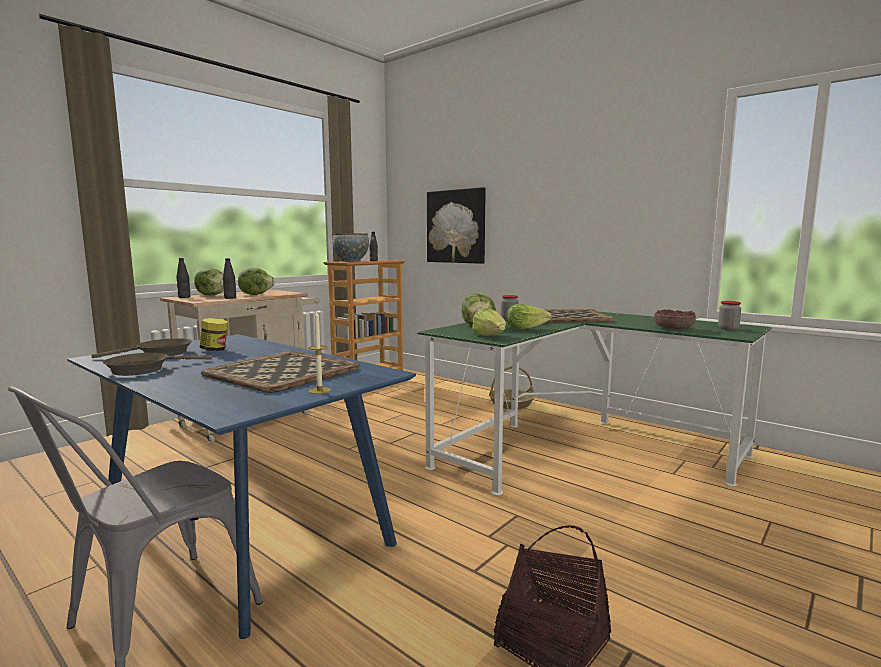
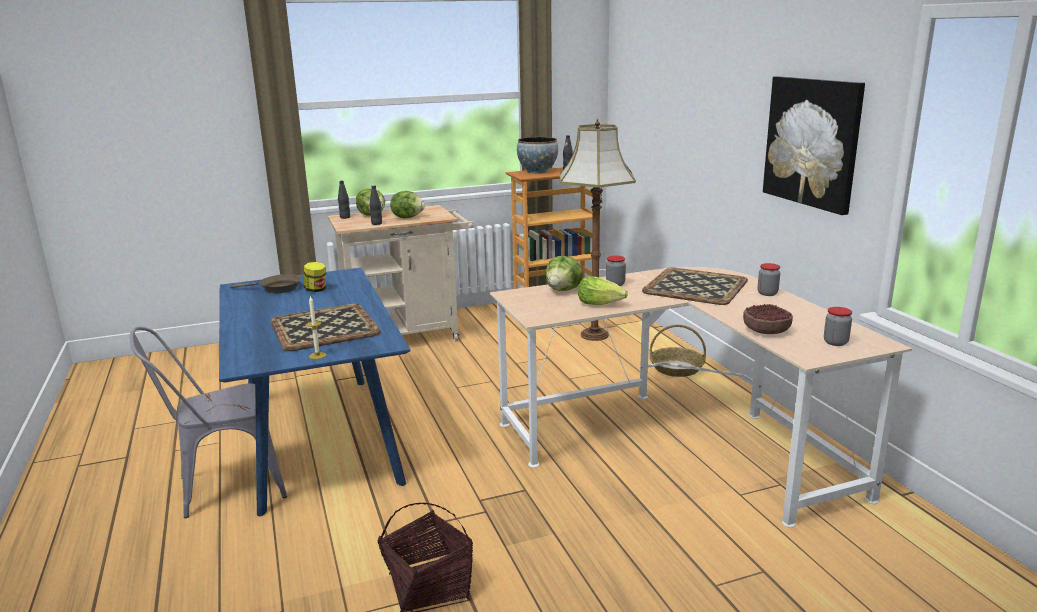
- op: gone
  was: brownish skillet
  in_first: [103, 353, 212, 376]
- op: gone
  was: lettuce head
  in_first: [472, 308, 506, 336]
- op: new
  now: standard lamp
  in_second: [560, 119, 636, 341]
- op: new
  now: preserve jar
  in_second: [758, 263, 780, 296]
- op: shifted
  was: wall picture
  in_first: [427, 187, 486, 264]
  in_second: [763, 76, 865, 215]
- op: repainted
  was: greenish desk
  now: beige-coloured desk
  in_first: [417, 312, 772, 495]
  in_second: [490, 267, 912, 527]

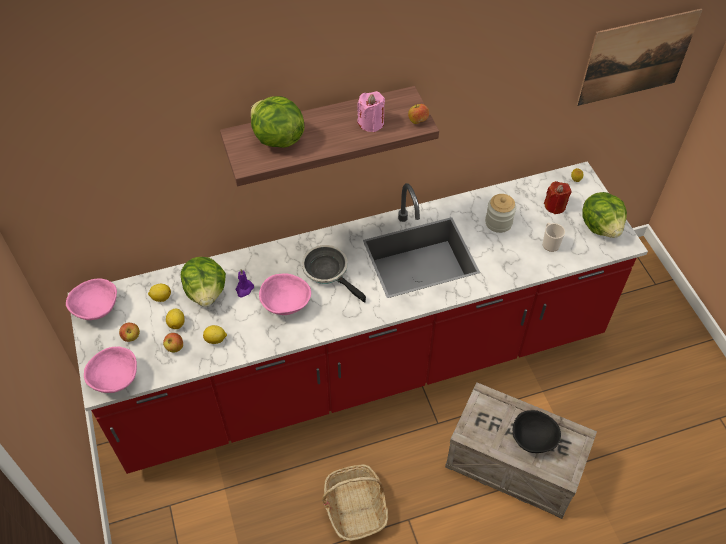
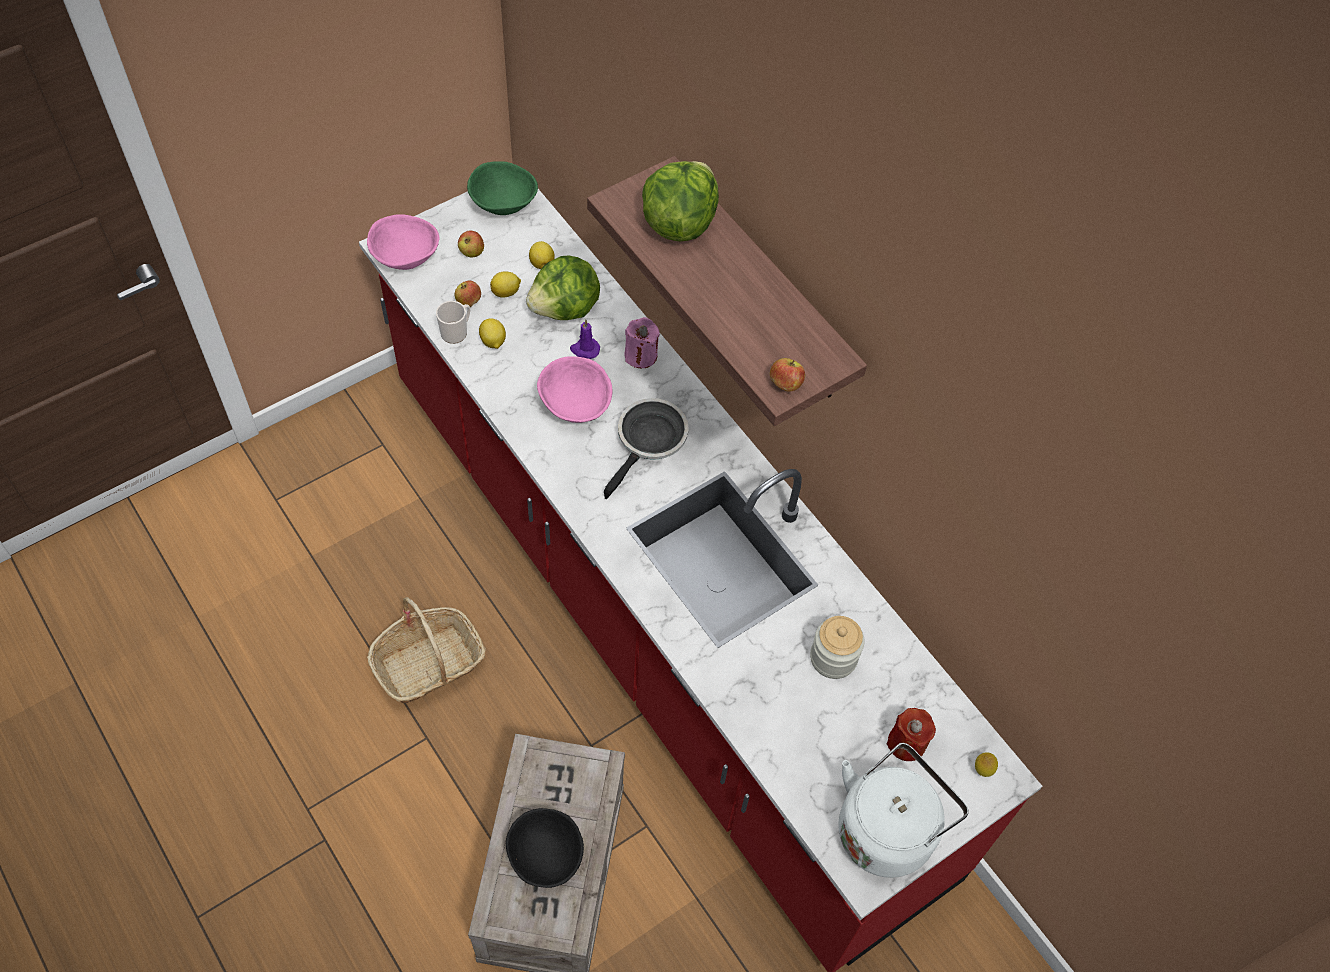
- op: gone
  was: wall picture
  in_first: [576, 9, 702, 106]
- op: shifted
  was: pink-coloured wax light
  in_first: [357, 91, 385, 132]
  in_second: [624, 317, 660, 368]
- op: shifted
  was: mug
  in_first: [542, 223, 565, 252]
  in_second: [436, 301, 470, 344]
- op: swapped
  was: lettuce head
  now: white-coloured kettle
  in_first: [582, 192, 627, 238]
  in_second: [838, 743, 969, 878]
- op: repainted
  was: pink-coloured deep dish
  now: greenish deep dish
  in_first: [66, 278, 117, 320]
  in_second: [467, 161, 538, 215]

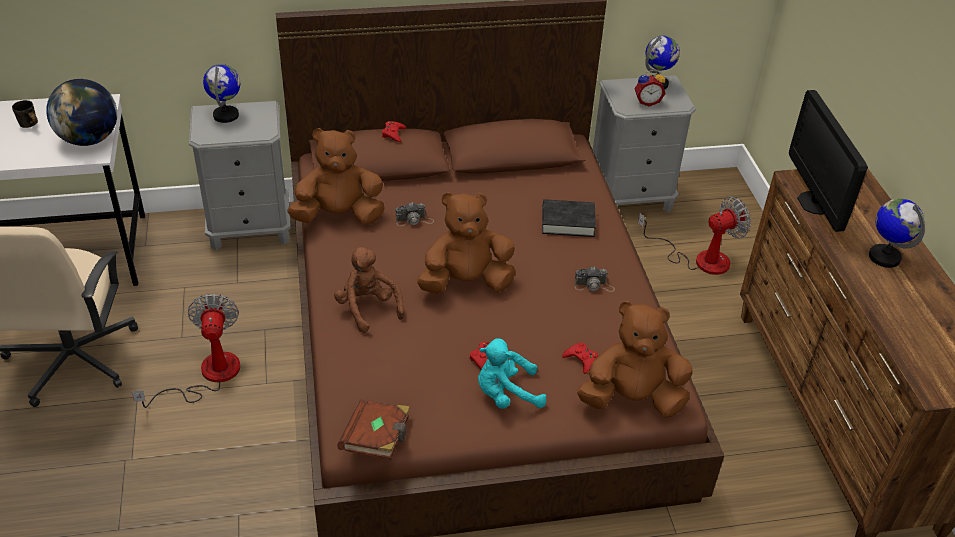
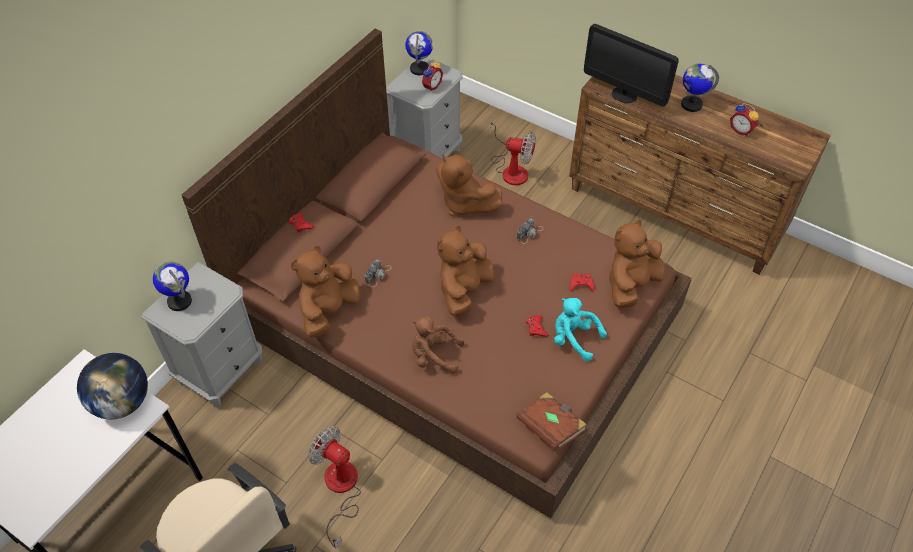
- op: gone
  was: grey mug
  in_first: [12, 100, 38, 128]
- op: new
  now: alarm clock
  in_second: [730, 103, 759, 135]
- op: swapped
  was: blackish book
  now: brownish plush toy
  in_first: [542, 199, 596, 237]
  in_second: [436, 154, 502, 216]
- op: rotated
  was: blue-green plush toy
  in_first: [478, 338, 546, 409]
  in_second: [554, 298, 607, 361]
  clockwise: 90
- op: rotated
  was: fan
  in_first: [638, 197, 751, 275]
  in_second: [490, 117, 536, 185]
  clockwise: 90

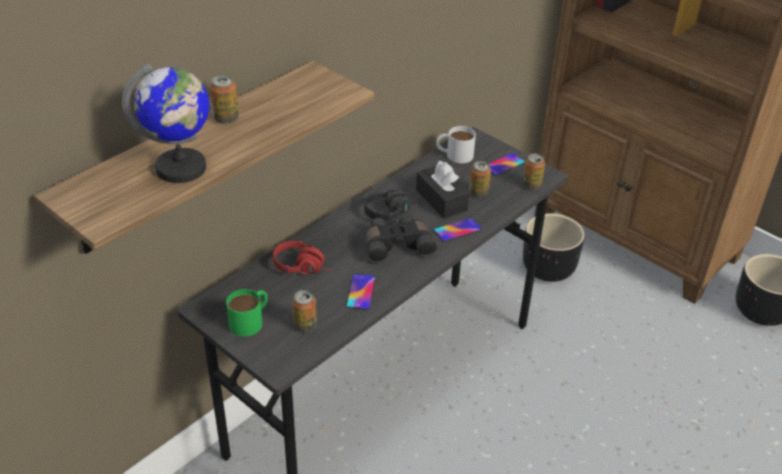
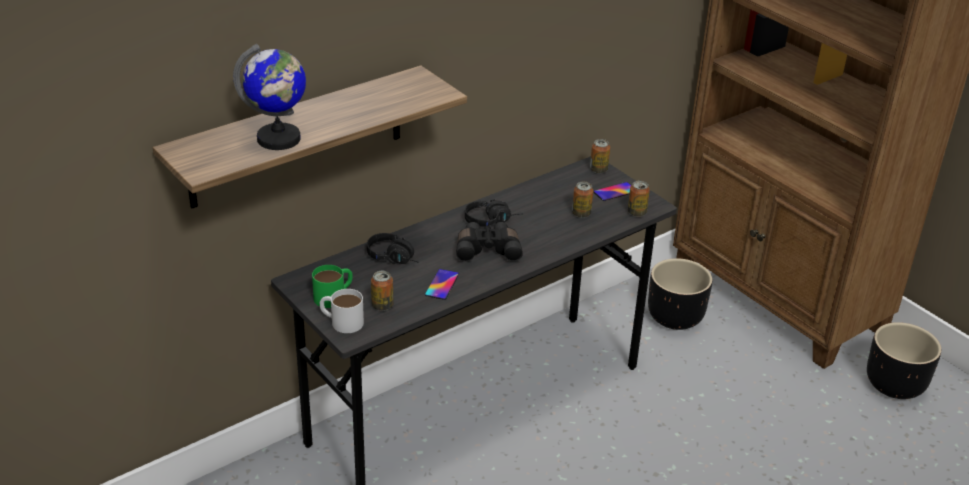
- op: gone
  was: blackish tissue box
  in_first: [416, 161, 469, 219]
- op: gone
  was: phone
  in_first: [434, 218, 482, 242]
- op: shifted
  was: can
  in_first: [210, 75, 239, 124]
  in_second: [590, 139, 610, 174]
- op: shifted
  was: white-coloured mug
  in_first: [436, 126, 476, 163]
  in_second: [320, 289, 364, 333]
- op: repainted
  was: red headset
  now: blackish headset
  in_first: [273, 241, 333, 274]
  in_second: [367, 233, 419, 264]

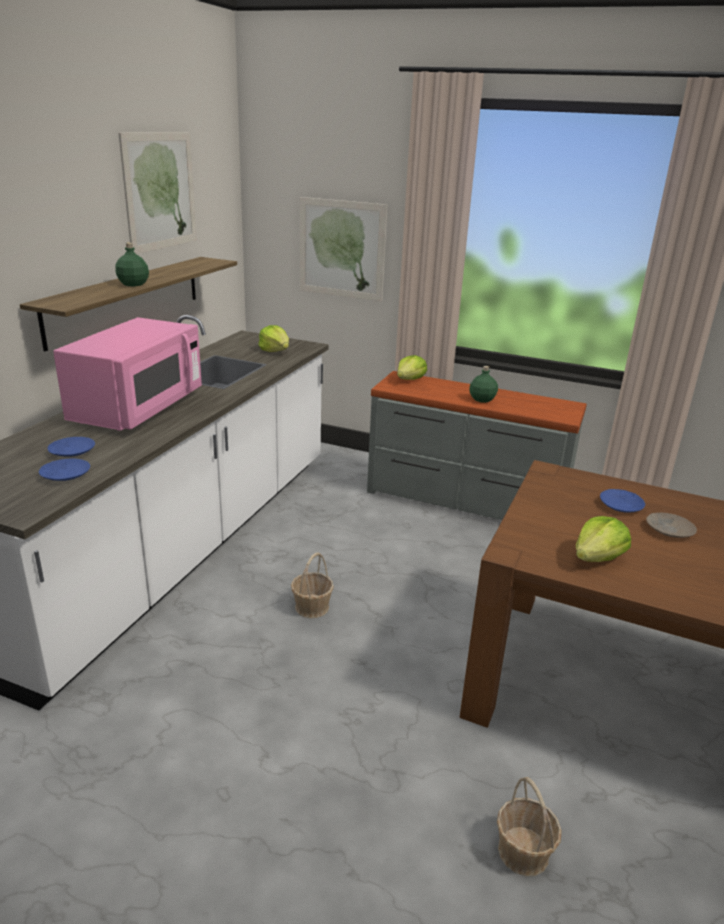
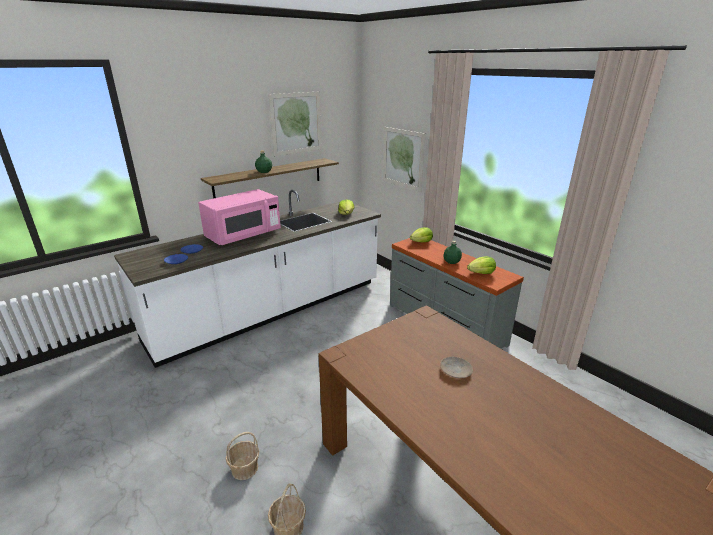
- op: gone
  was: bluish flat dish
  in_first: [600, 489, 645, 513]
- op: shifted
  was: storage basket
  in_first: [291, 552, 334, 618]
  in_second: [226, 432, 259, 480]
- op: shifted
  was: lettuce head
  in_first: [576, 516, 631, 562]
  in_second: [467, 256, 496, 274]

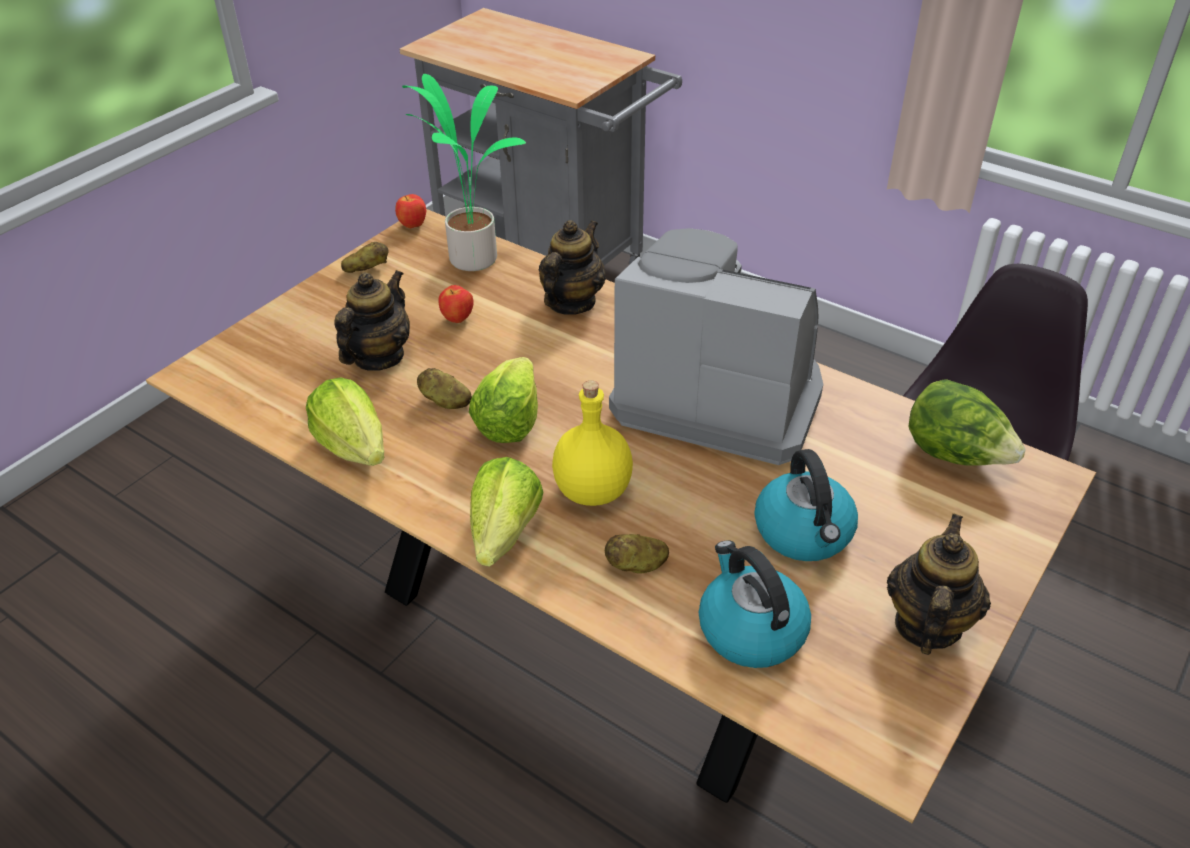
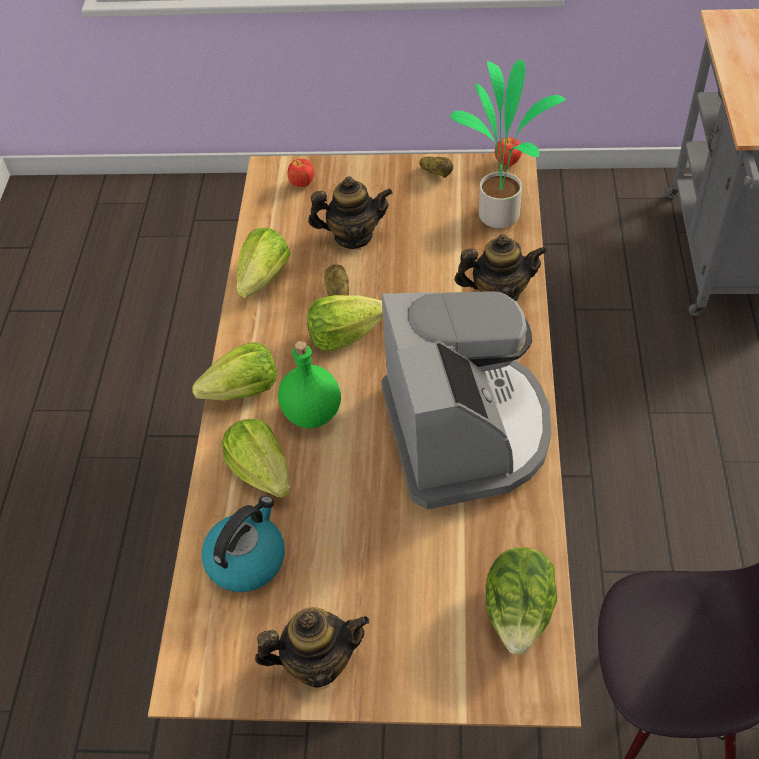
- op: gone
  was: kettle
  in_first: [755, 449, 858, 561]
- op: shifted
  was: whole apple
  in_first: [438, 285, 474, 323]
  in_second: [288, 159, 314, 187]
- op: swapped
  was: potato
  now: lettuce head
  in_first: [605, 534, 669, 573]
  in_second: [221, 419, 291, 498]
- op: repainted
  was: yellowish beverage bottle
  now: greenish beverage bottle
  in_first: [552, 380, 633, 506]
  in_second: [278, 341, 341, 428]

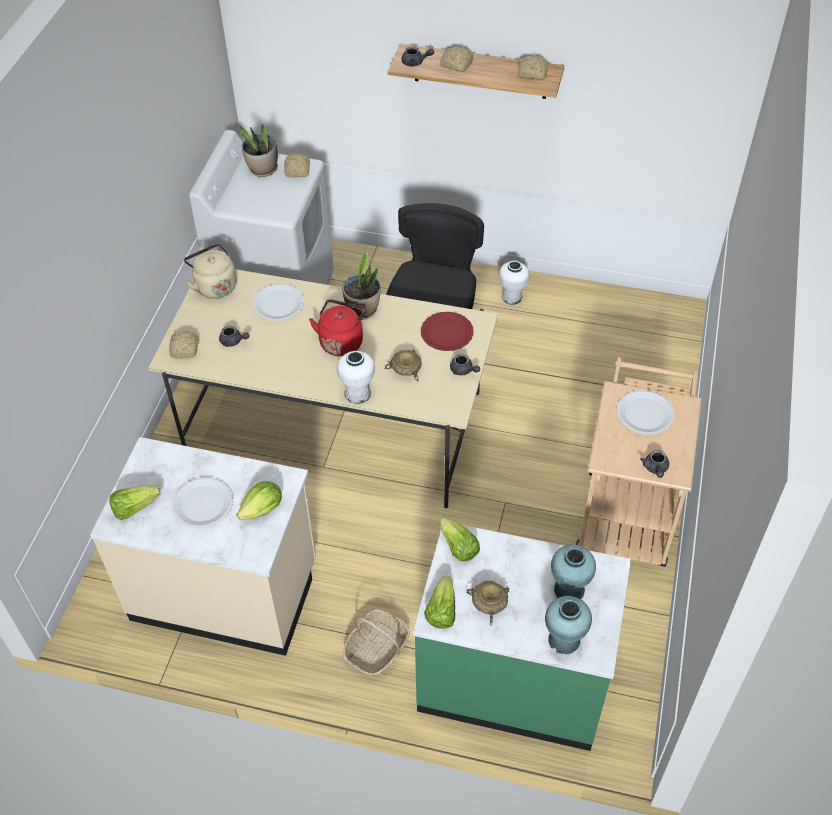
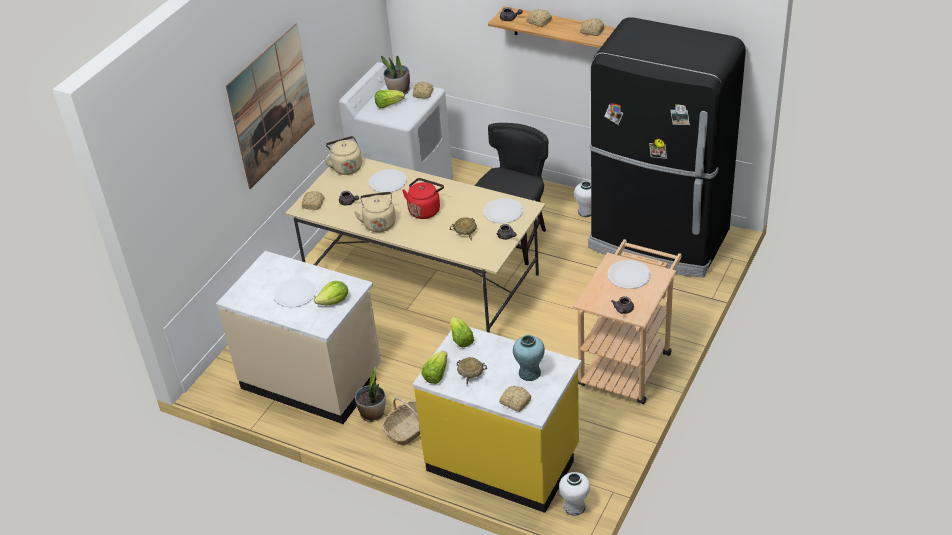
- op: new
  now: wall picture
  in_second: [226, 24, 315, 189]
- op: new
  now: beige-coloured kettle
  in_second: [354, 192, 396, 232]
- op: new
  now: blackish kitchen fridge
  in_second: [588, 17, 746, 277]
- op: shifted
  was: lettuce head
  in_first: [109, 485, 161, 520]
  in_second: [375, 90, 405, 108]
- op: shifted
  was: white-coloured decorative vase
  in_first: [337, 351, 375, 404]
  in_second: [559, 472, 590, 516]
- op: shifted
  was: houseplant
  in_first: [342, 248, 381, 320]
  in_second: [355, 367, 386, 422]
- op: swapped
  was: blue-green decorative vase
  now: bakery bread
  in_first: [545, 596, 592, 654]
  in_second: [499, 386, 531, 412]
- op: repainted
  was: greenish kitchen base unit
  now: yellowish kitchen base unit
  in_first: [413, 525, 631, 751]
  in_second: [413, 326, 581, 513]
- op: repainted
  was: red flat dish
  now: white-coloured flat dish
  in_first: [421, 312, 474, 351]
  in_second: [483, 198, 523, 223]

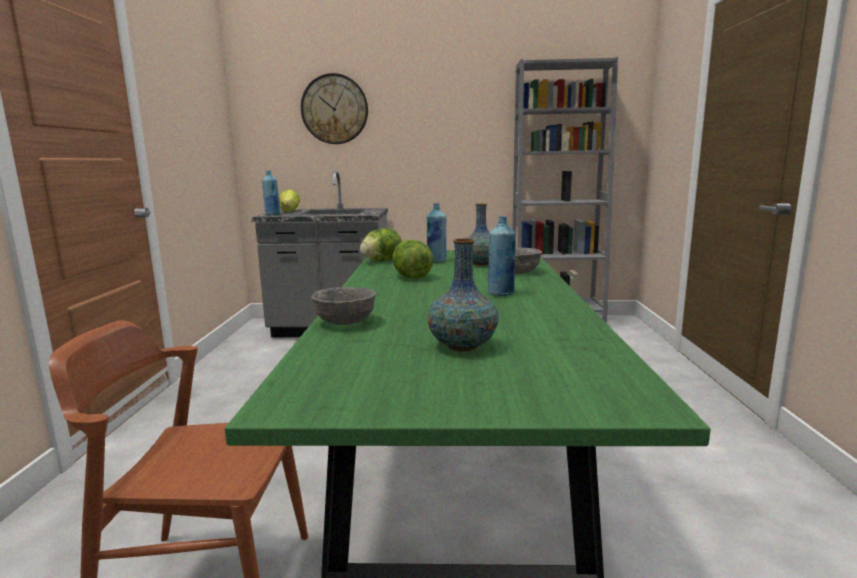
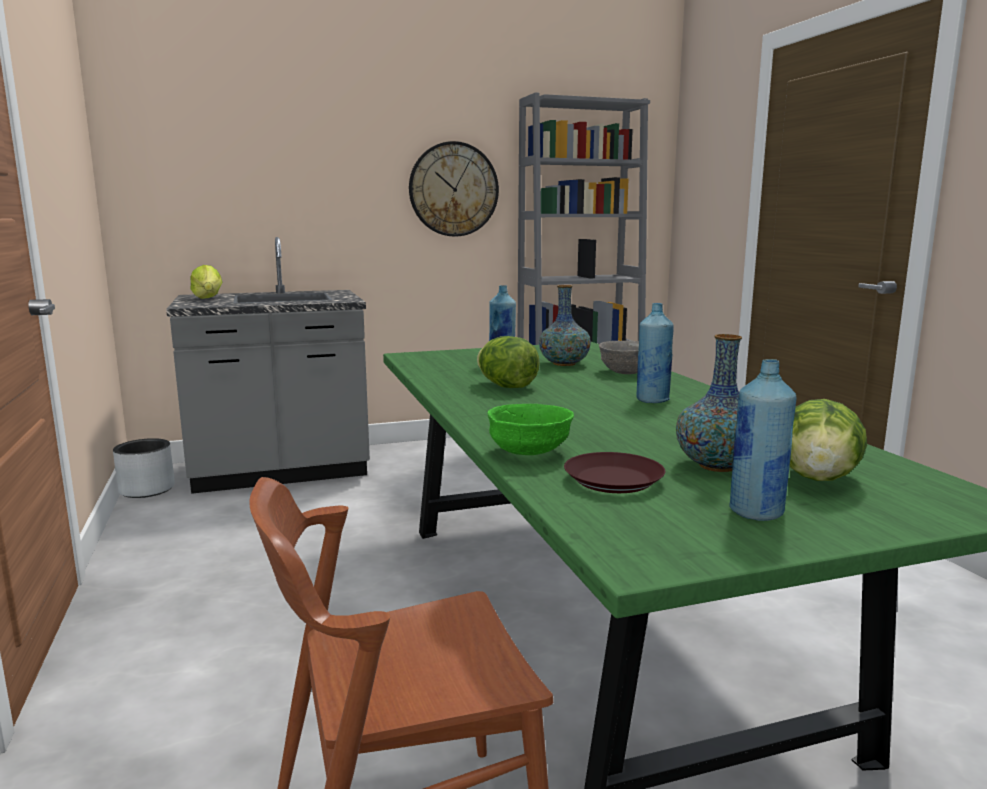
- op: new
  now: grey planter
  in_second: [113, 438, 175, 498]
- op: new
  now: brownish flat dish
  in_second: [564, 452, 665, 493]
- op: shifted
  was: bluish beverage bottle
  in_first: [262, 170, 280, 215]
  in_second: [729, 359, 796, 521]
- op: shifted
  was: hanging clock
  in_first: [301, 73, 368, 144]
  in_second: [409, 141, 499, 237]
- op: shifted
  was: lettuce head
  in_first: [360, 228, 402, 261]
  in_second: [789, 399, 867, 481]
- op: repainted
  was: grey deep dish
  now: greenish deep dish
  in_first: [311, 287, 376, 325]
  in_second: [488, 404, 574, 455]

